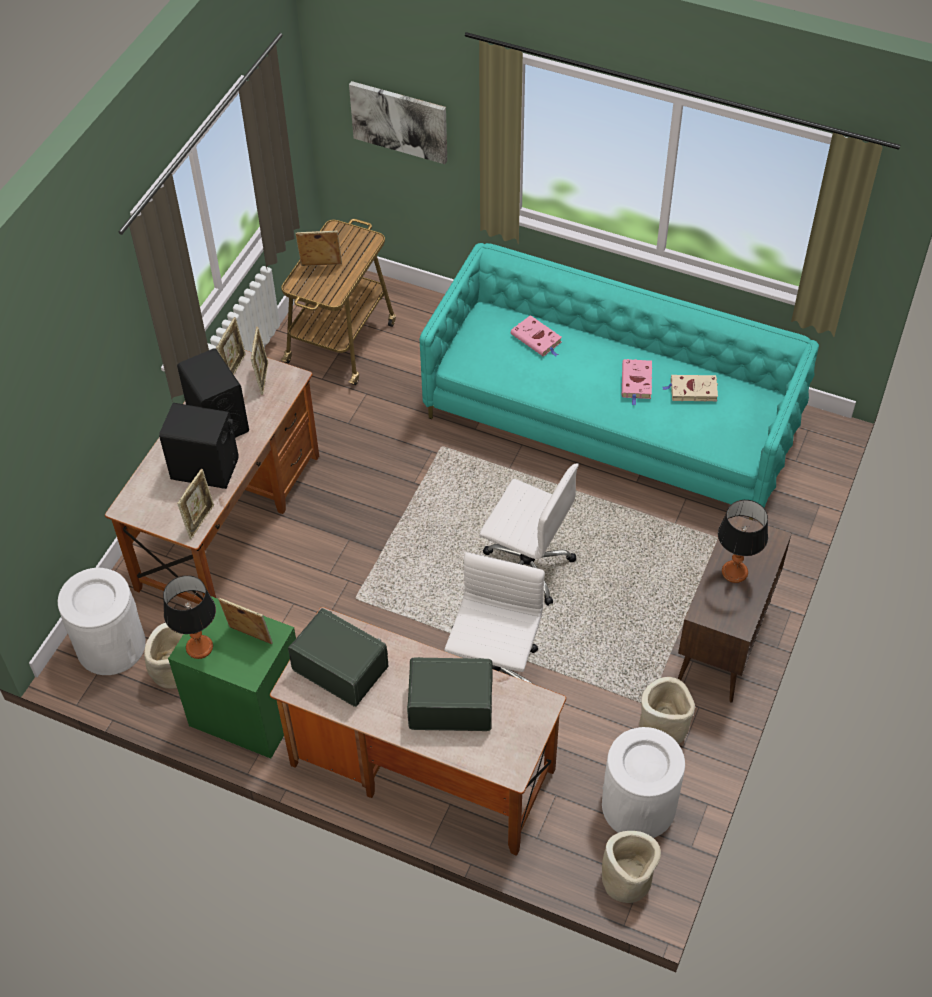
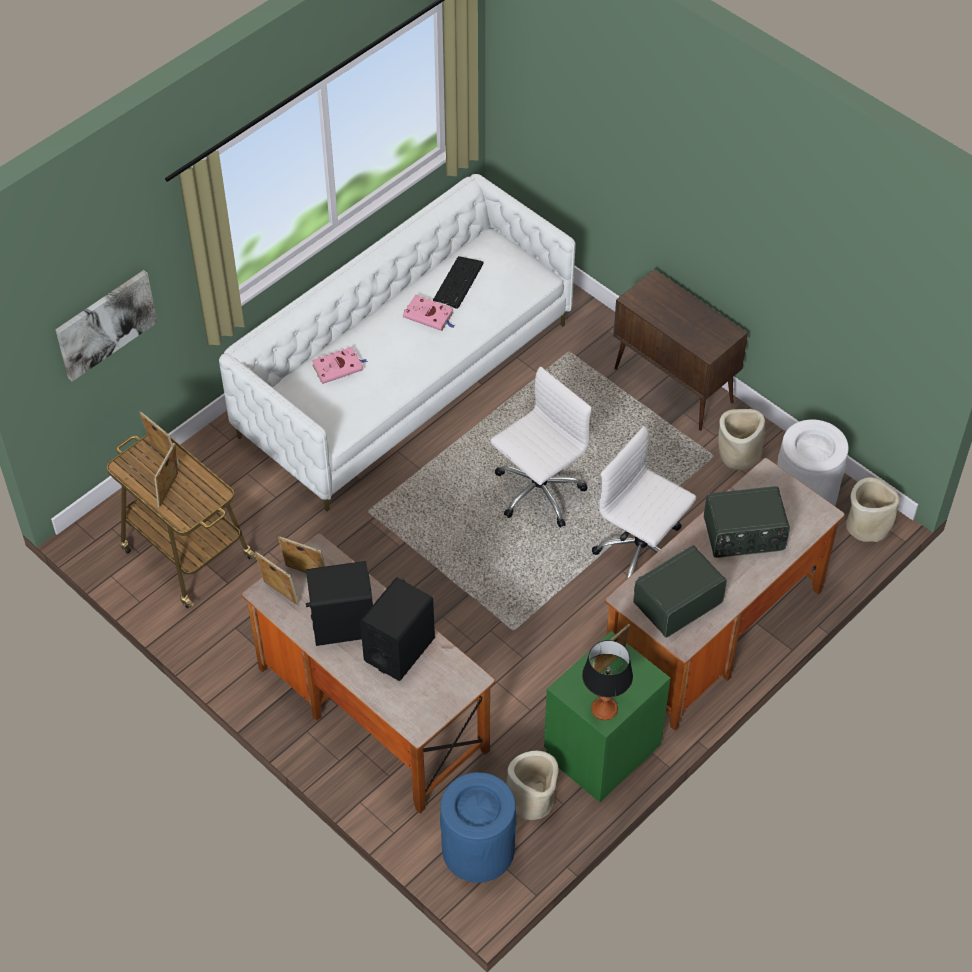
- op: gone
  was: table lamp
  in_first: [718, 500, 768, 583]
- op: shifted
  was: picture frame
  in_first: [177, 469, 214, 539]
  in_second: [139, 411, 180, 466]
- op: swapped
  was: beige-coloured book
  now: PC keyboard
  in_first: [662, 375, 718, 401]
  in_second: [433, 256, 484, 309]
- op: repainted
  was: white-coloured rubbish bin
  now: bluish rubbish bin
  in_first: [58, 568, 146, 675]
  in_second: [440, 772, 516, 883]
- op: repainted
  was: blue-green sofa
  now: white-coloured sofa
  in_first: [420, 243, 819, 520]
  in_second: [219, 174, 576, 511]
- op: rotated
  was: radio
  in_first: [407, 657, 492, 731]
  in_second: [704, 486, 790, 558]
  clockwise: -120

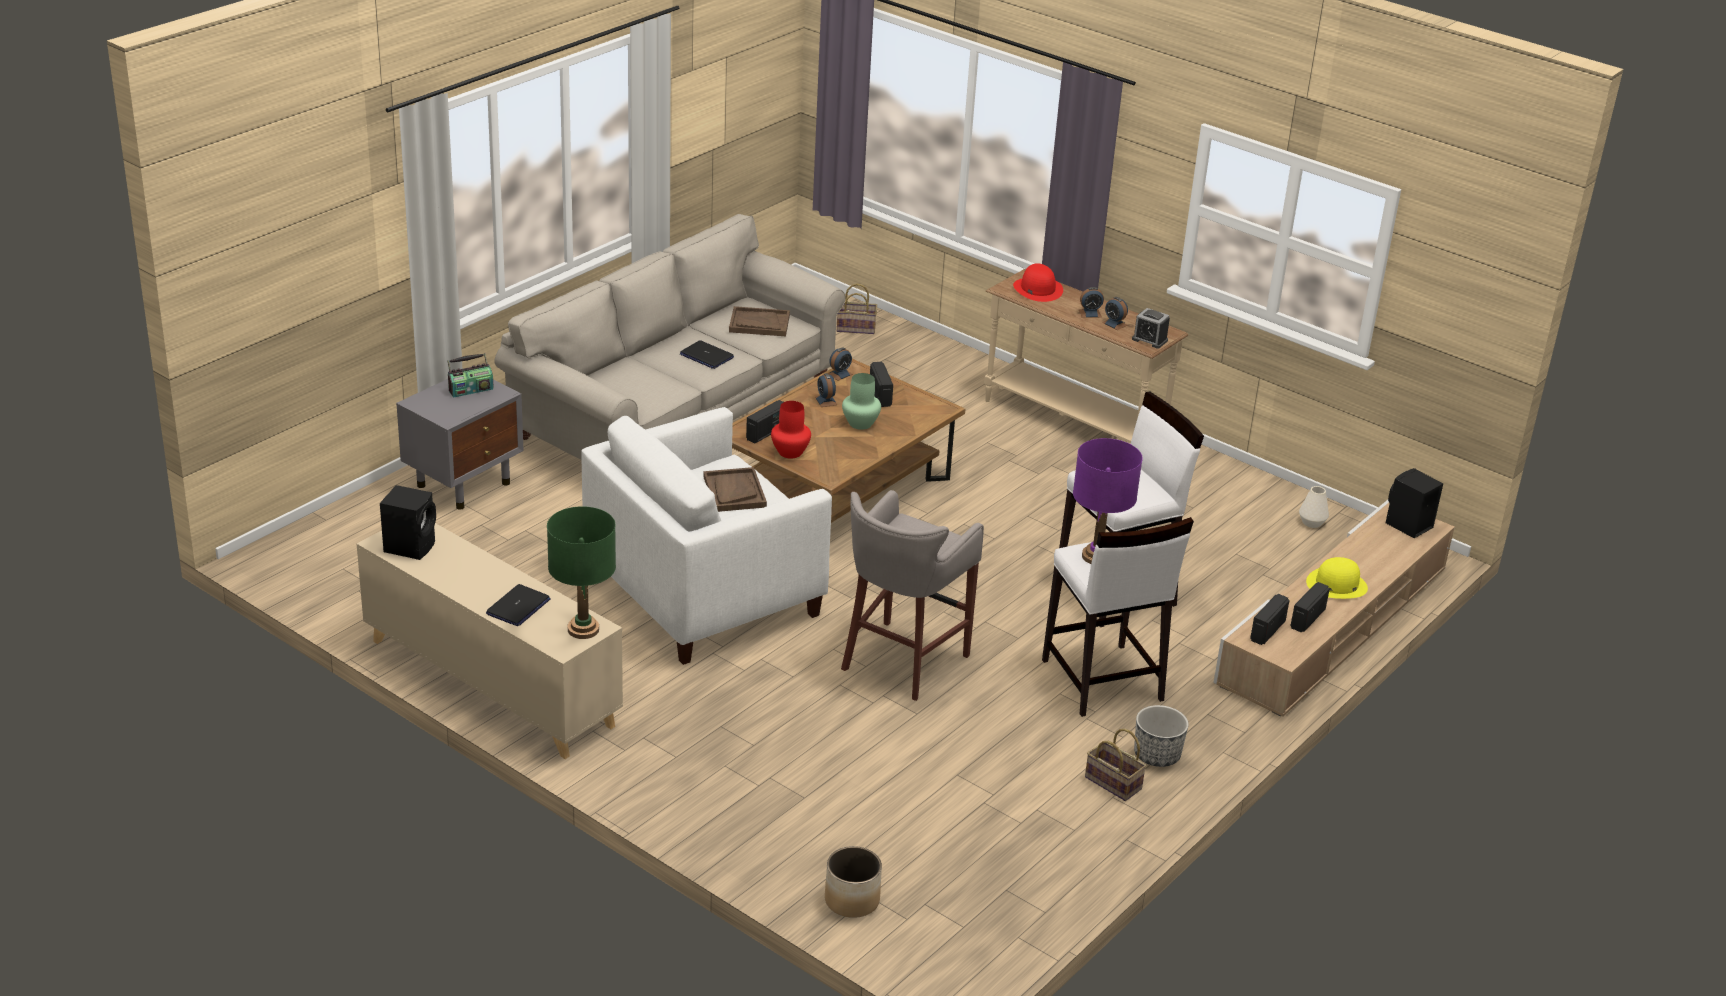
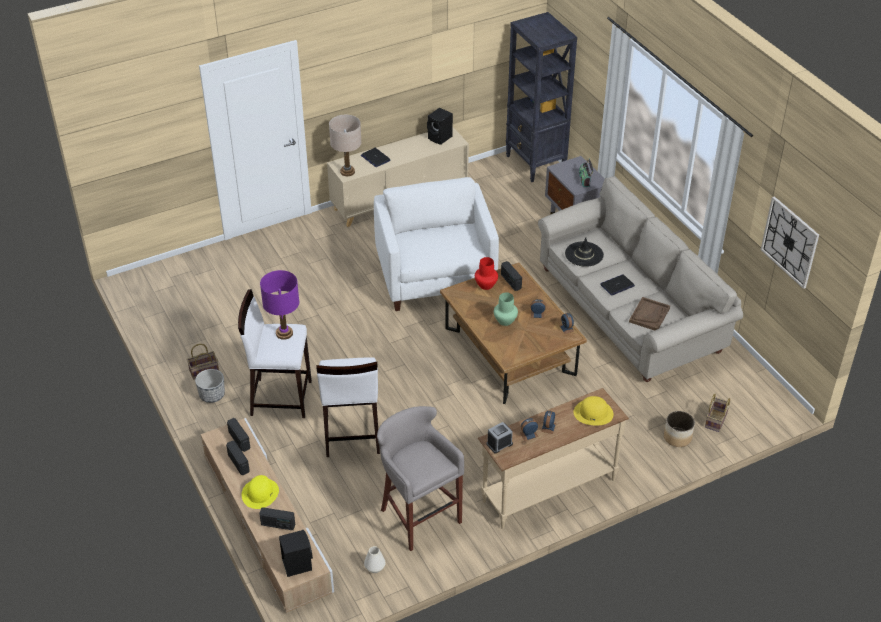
- op: gone
  was: brownish serving tray
  in_first: [703, 467, 767, 512]
- op: new
  now: blackish bookshelf
  in_second: [506, 12, 577, 182]
- op: new
  now: blackish hat
  in_second: [565, 238, 604, 267]
- op: new
  now: hanging clock
  in_second: [761, 196, 819, 289]
- op: shifted
  was: planter
  in_first: [825, 846, 882, 918]
  in_second: [664, 411, 695, 447]
- op: shifted
  was: grey stool
  in_first: [841, 490, 984, 701]
  in_second: [377, 406, 464, 551]
- op: shifted
  was: radio
  in_first: [870, 362, 893, 407]
  in_second: [259, 507, 295, 530]
- op: repainted
  was: greenish table lamp
  now: beige-coloured table lamp
  in_first: [547, 506, 616, 639]
  in_second: [329, 115, 362, 176]
- op: repainted
  was: red hat
  now: yellowish hat
  in_first: [1013, 263, 1063, 302]
  in_second: [574, 396, 614, 425]

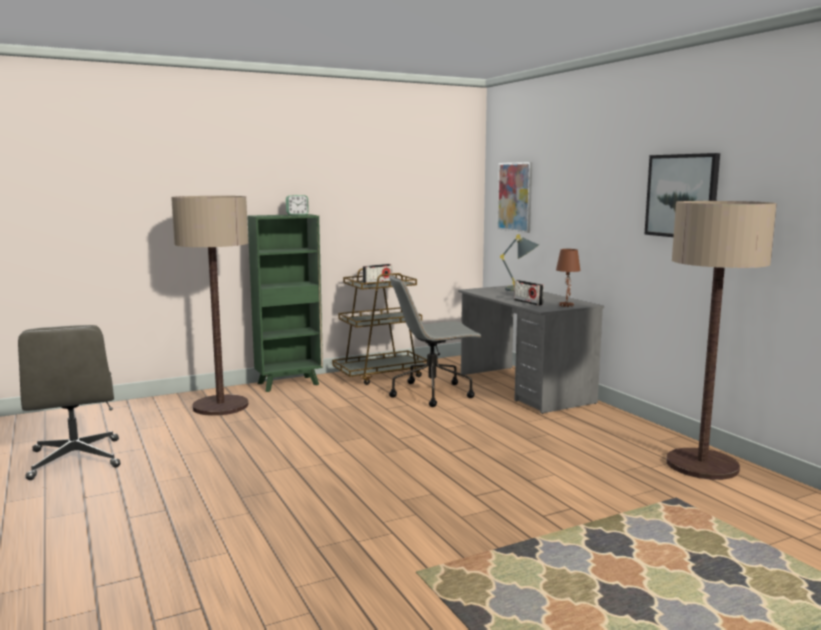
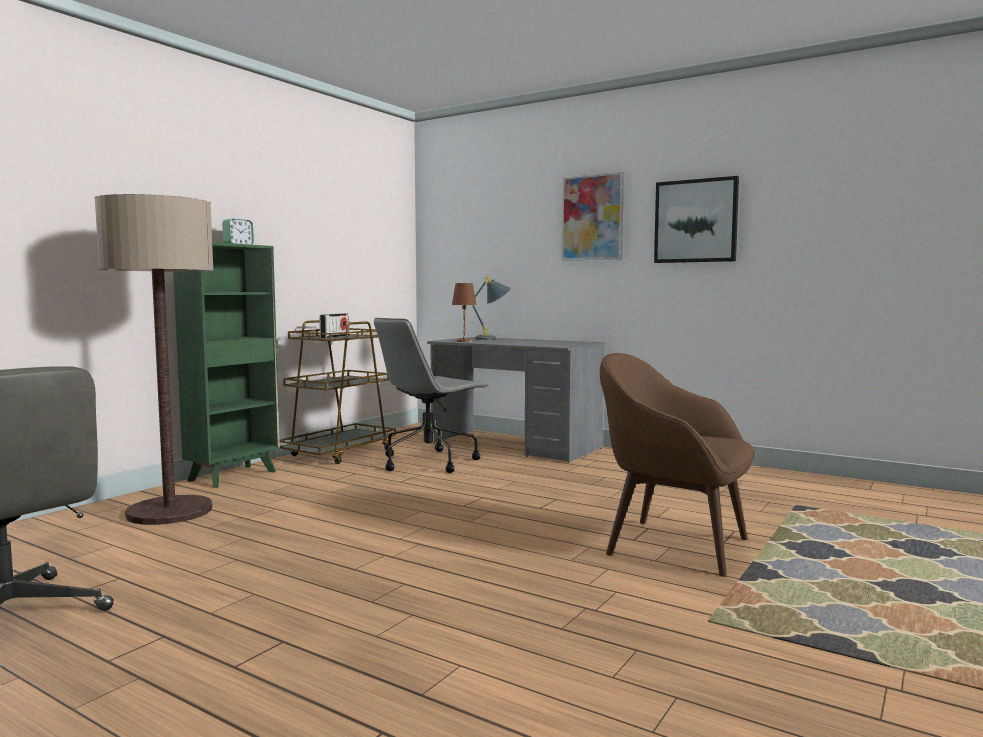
- op: gone
  was: radio
  in_first: [514, 280, 544, 306]
- op: gone
  was: standard lamp
  in_first: [666, 201, 777, 480]
- op: new
  now: brownish easy chair
  in_second: [600, 353, 755, 577]
- op: shifted
  was: wall picture
  in_first: [497, 162, 532, 233]
  in_second: [561, 172, 624, 261]
- op: shifted
  was: brownish table lamp
  in_first: [556, 249, 580, 307]
  in_second: [452, 283, 477, 342]

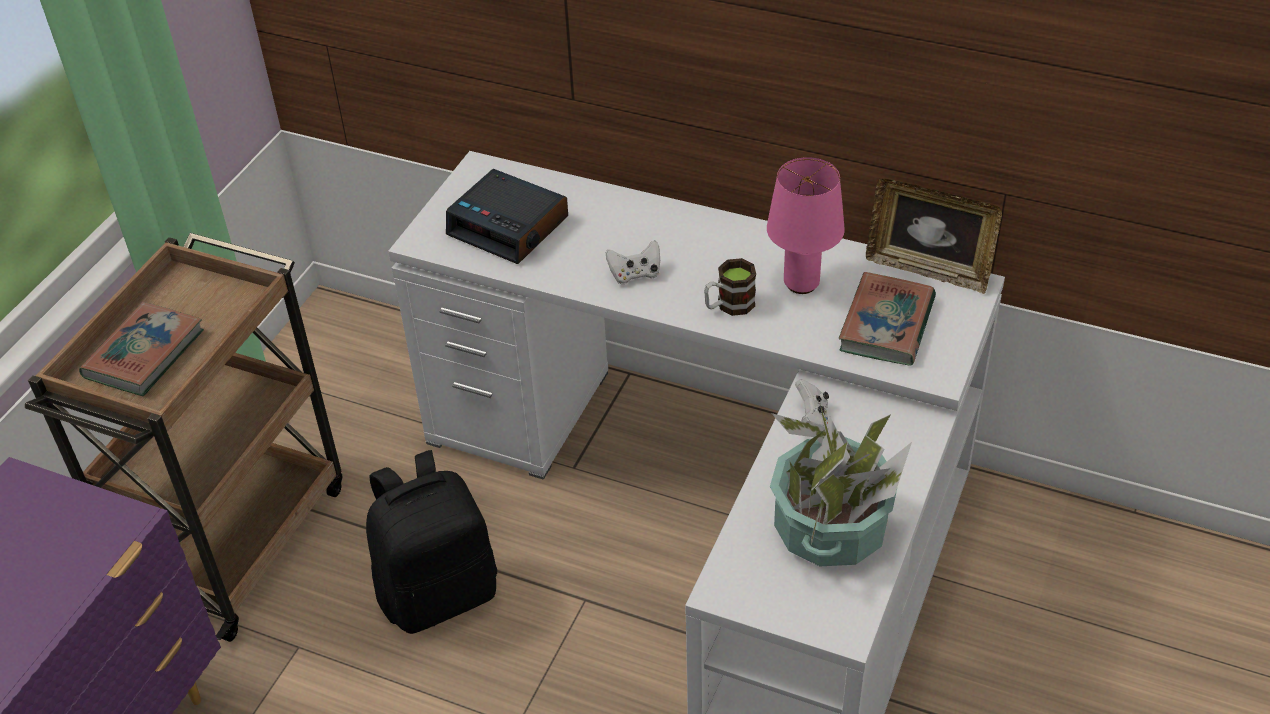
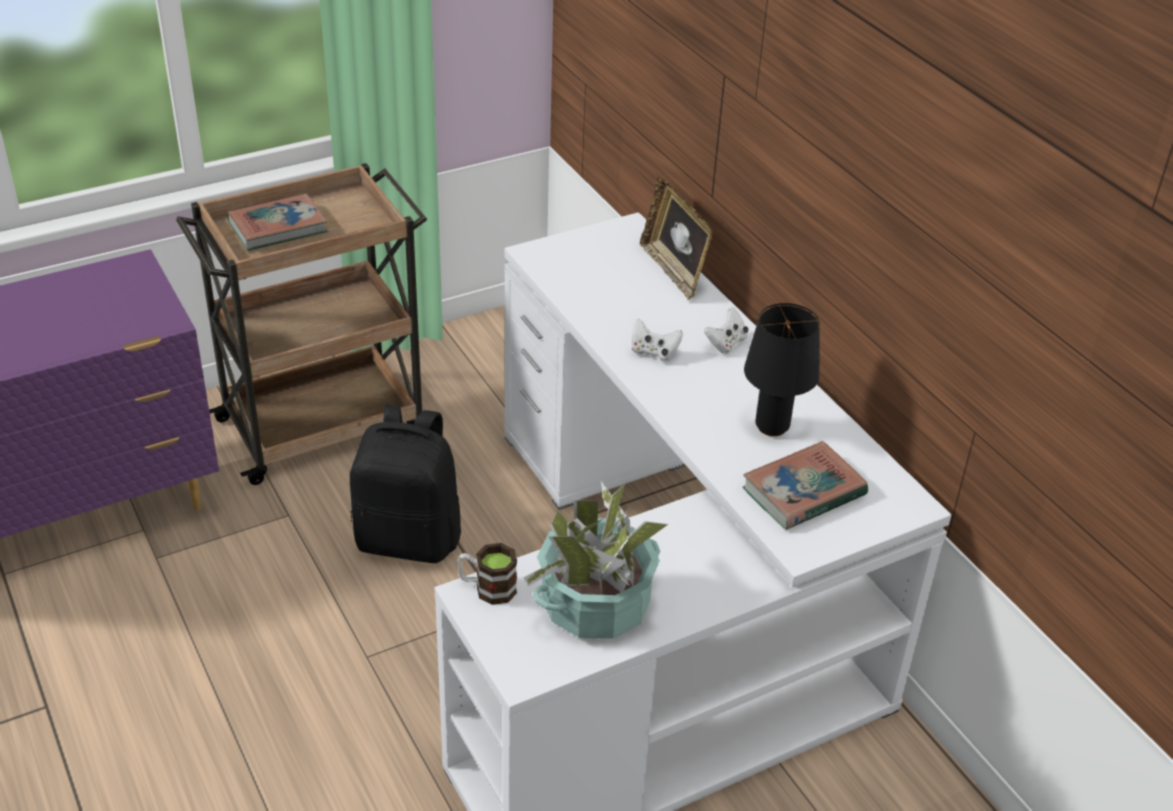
- op: gone
  was: alarm clock
  in_first: [446, 169, 568, 264]
- op: shifted
  was: mug
  in_first: [704, 258, 756, 316]
  in_second: [458, 543, 517, 605]
- op: shifted
  was: white-coloured game controller
  in_first: [795, 379, 829, 427]
  in_second: [704, 307, 748, 354]
- op: shifted
  was: picture frame
  in_first: [866, 179, 1002, 294]
  in_second: [640, 177, 713, 300]
- op: repainted
  was: pink-coloured table lamp
  now: blackish table lamp
  in_first: [767, 157, 845, 294]
  in_second: [744, 303, 820, 436]

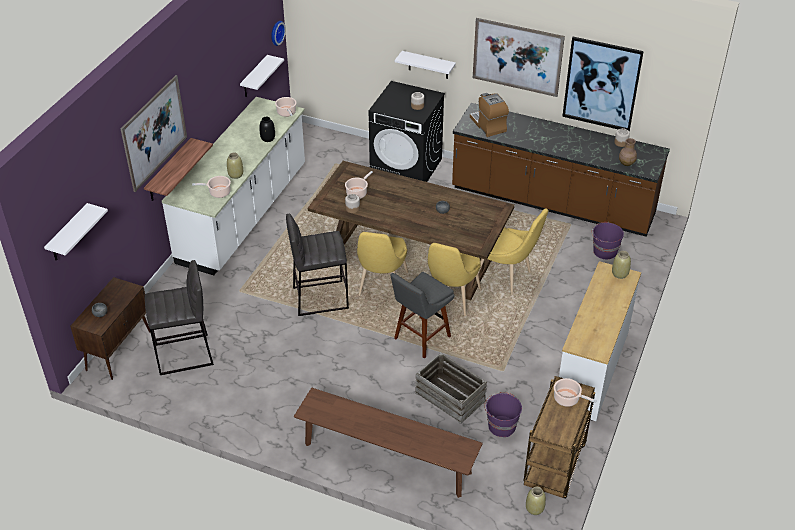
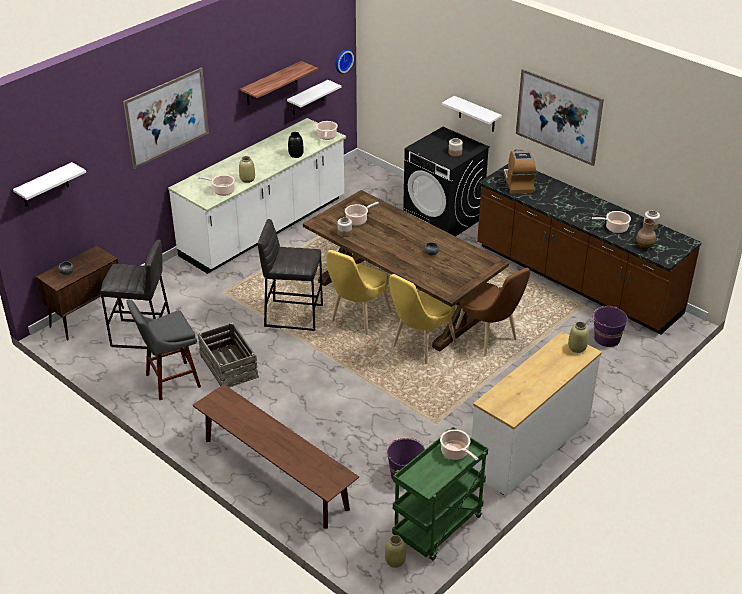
- op: gone
  was: wall picture
  in_first: [562, 37, 644, 131]
- op: new
  now: cooking pot
  in_second: [592, 211, 631, 233]
- op: shifted
  was: bracket shelf
  in_first: [144, 138, 213, 201]
  in_second: [240, 61, 318, 105]
- op: shifted
  was: grey stool
  in_first: [391, 272, 455, 359]
  in_second: [127, 299, 201, 400]
- op: shifted
  was: crate
  in_first: [415, 353, 487, 424]
  in_second: [198, 322, 259, 388]
- op: repainted
  was: yellowish upright chair
  now: brownish upright chair
  in_first: [478, 209, 548, 295]
  in_second: [455, 268, 530, 356]
- op: repainted
  was: brownish cart
  now: greenish cart
  in_first: [523, 376, 595, 499]
  in_second: [392, 427, 488, 560]

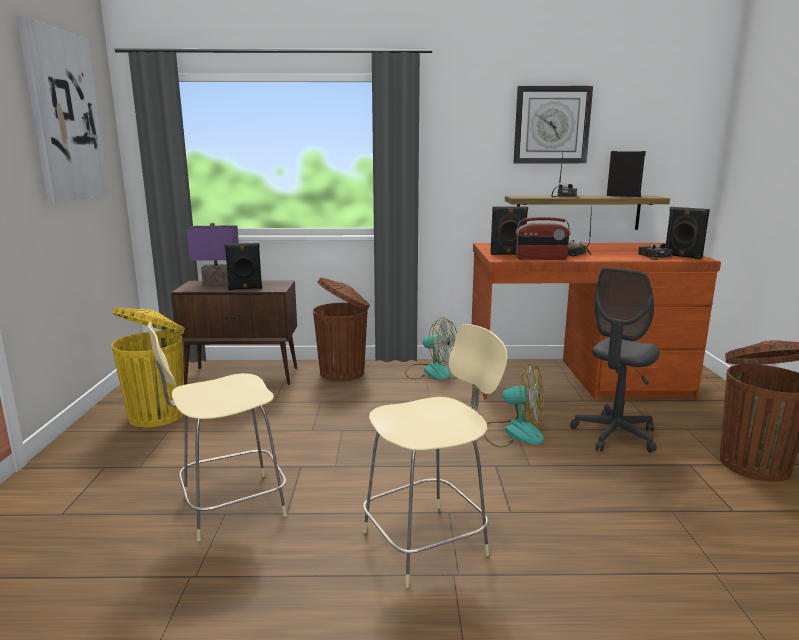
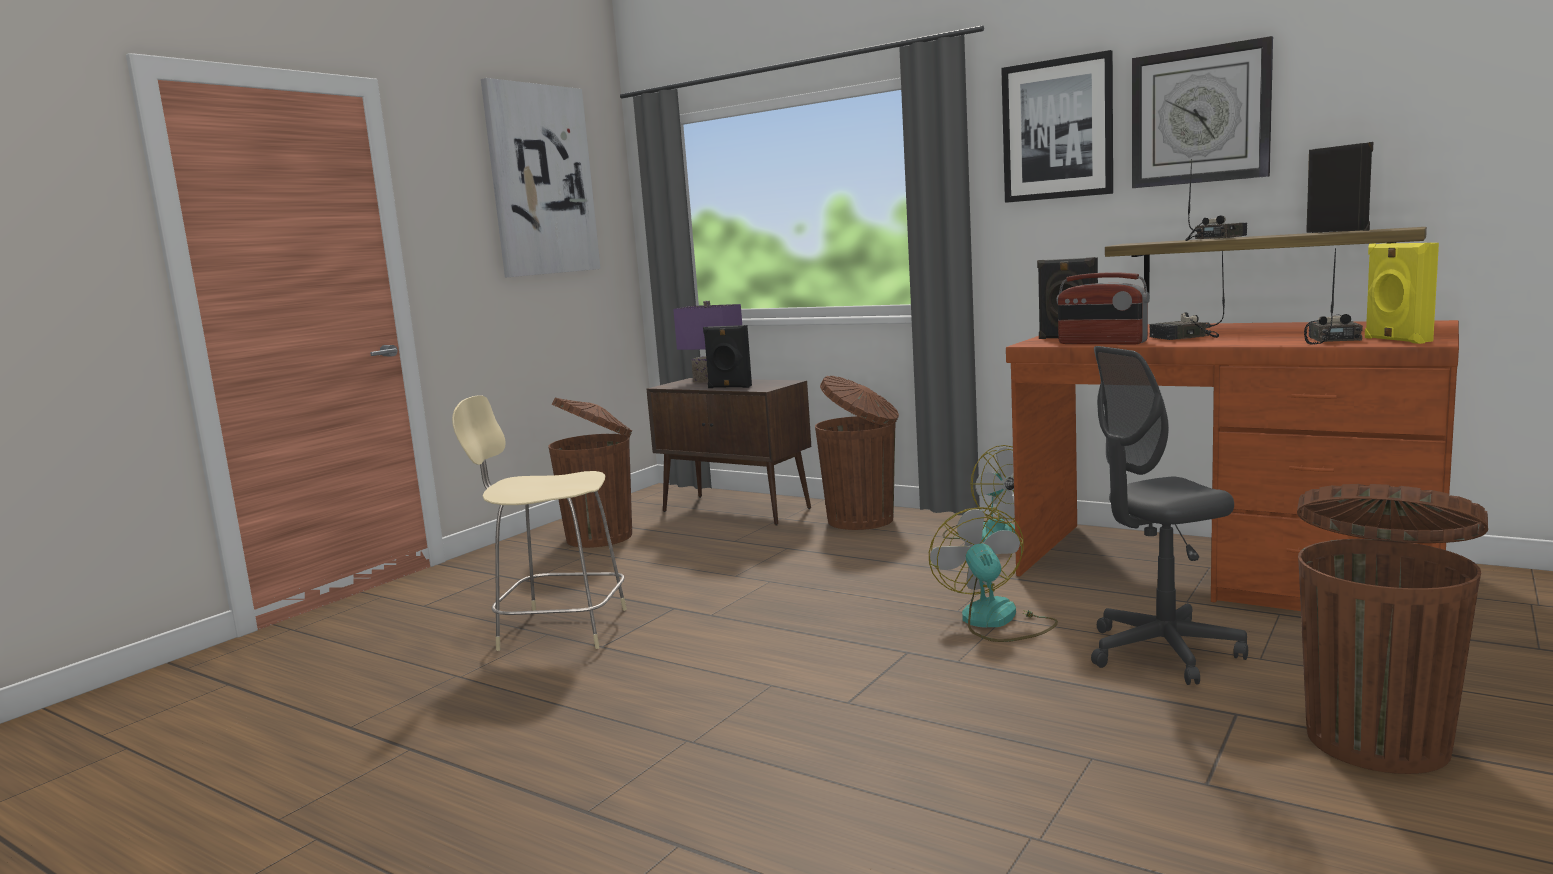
- op: gone
  was: beige-coloured upright chair
  in_first: [363, 324, 508, 588]
- op: new
  now: wall picture
  in_second: [1001, 50, 1113, 203]
- op: repainted
  was: yellowish rubbish bin
  now: brownish rubbish bin
  in_first: [111, 307, 185, 428]
  in_second: [548, 398, 632, 548]
- op: repainted
  was: blackish speaker
  now: yellowish speaker
  in_first: [666, 207, 710, 259]
  in_second: [1365, 243, 1439, 344]
- op: rotated
  was: fan
  in_first: [483, 364, 544, 447]
  in_second: [929, 507, 1058, 642]
  clockwise: -150

